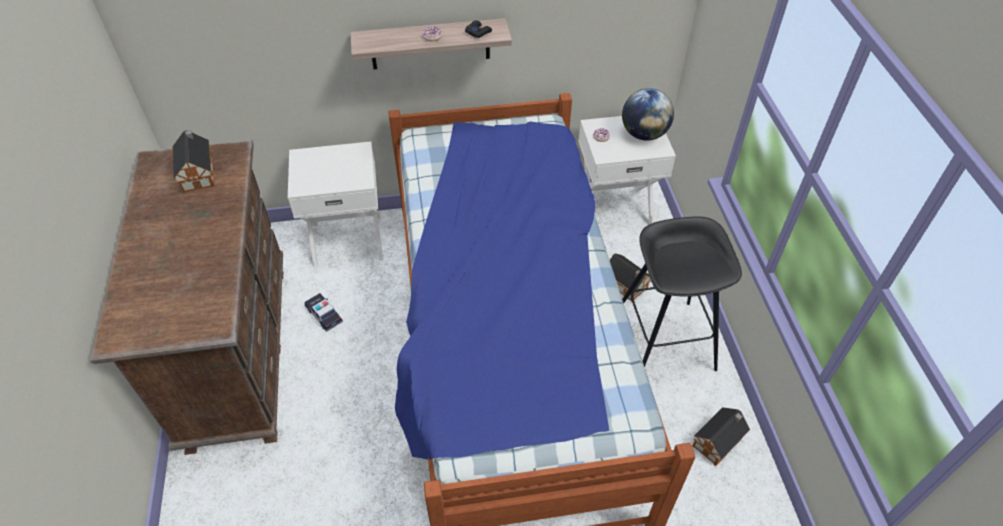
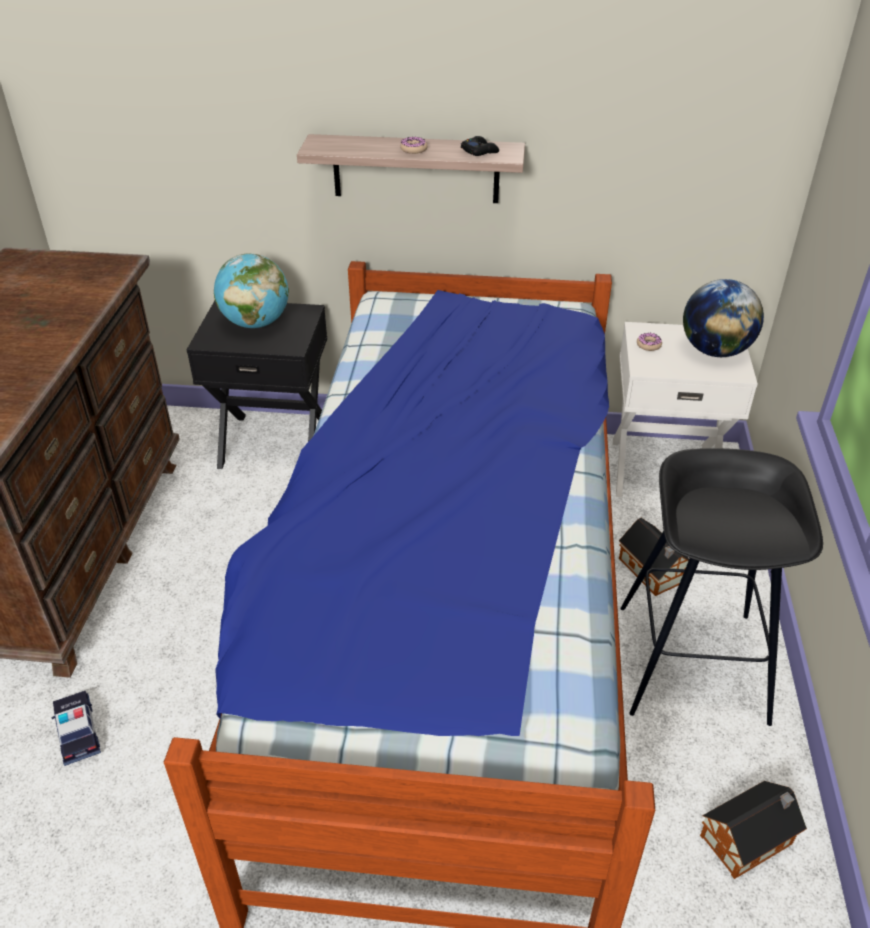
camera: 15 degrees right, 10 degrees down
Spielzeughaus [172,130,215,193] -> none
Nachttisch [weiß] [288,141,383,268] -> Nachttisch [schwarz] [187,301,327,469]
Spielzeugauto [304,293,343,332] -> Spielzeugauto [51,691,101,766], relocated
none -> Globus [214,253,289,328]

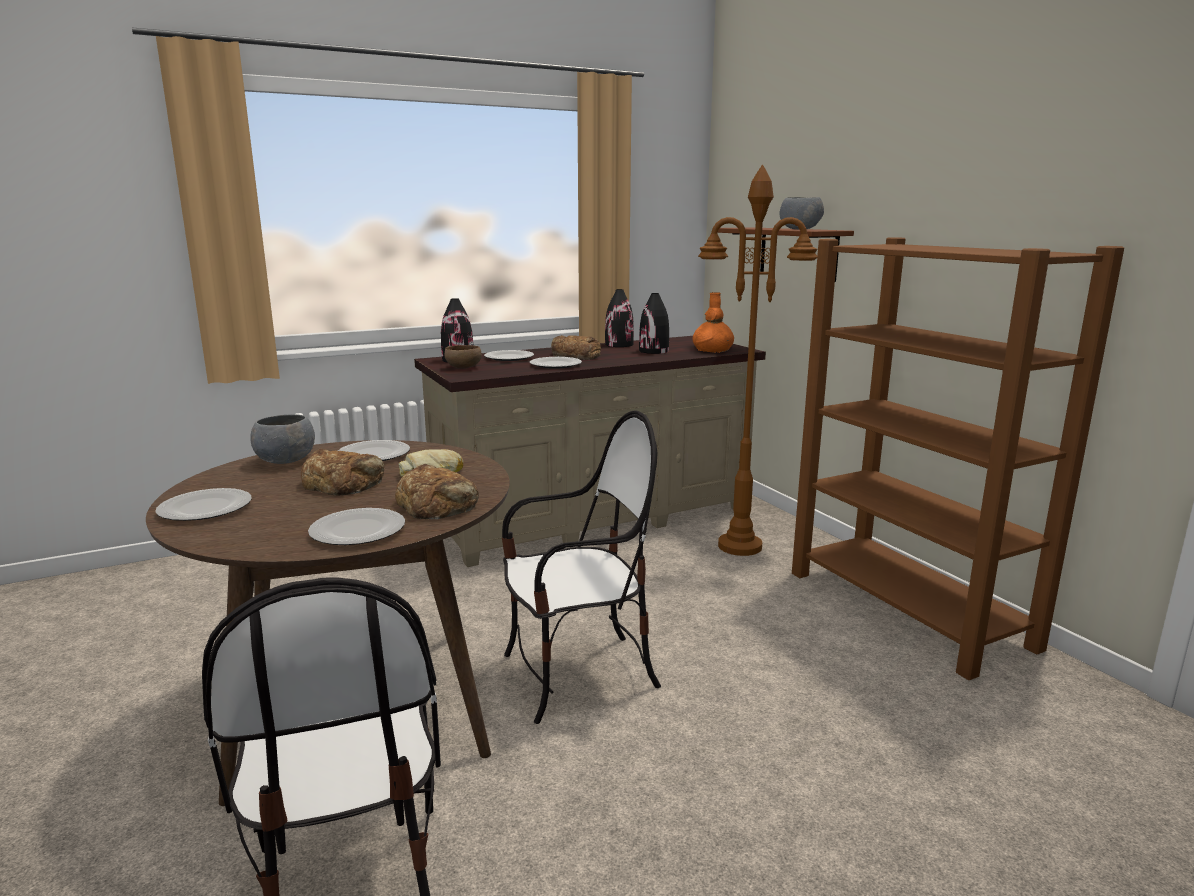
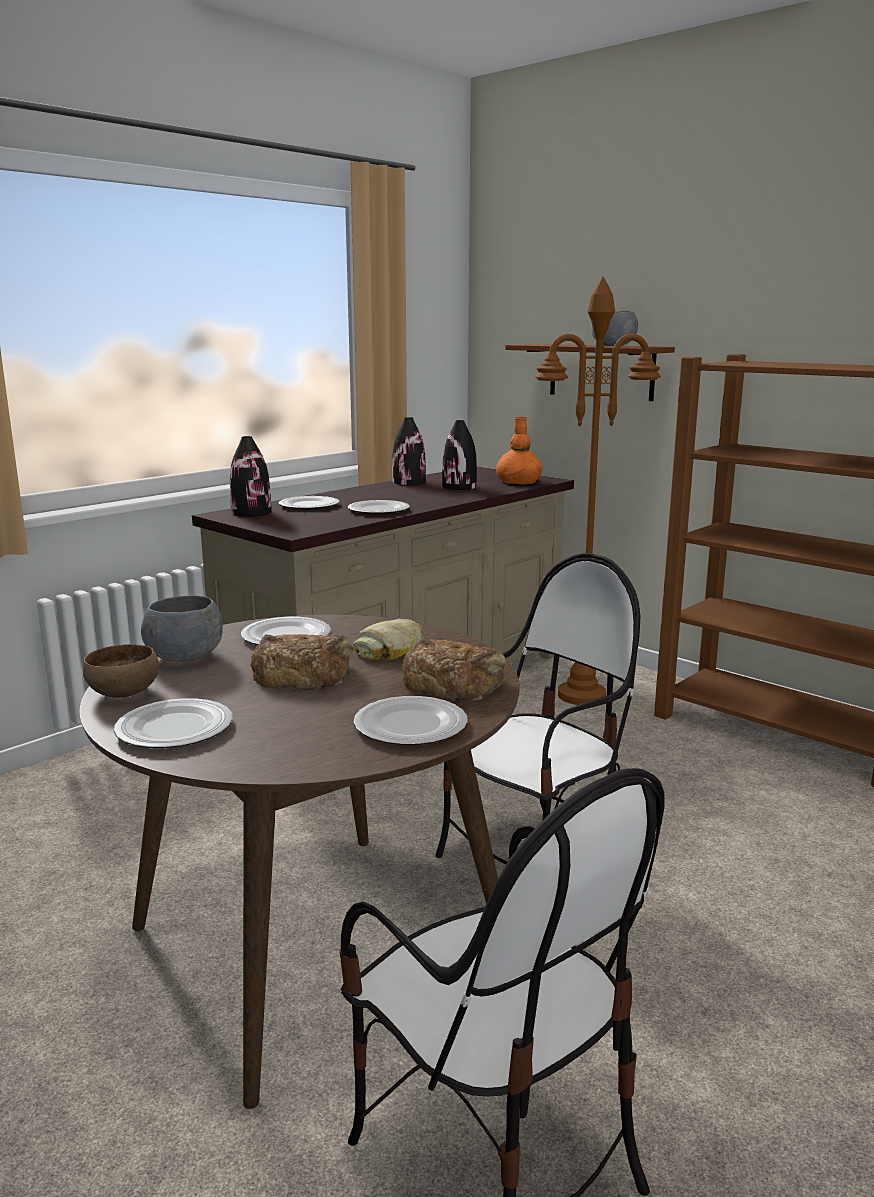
camera: 20 degrees left, 0 degrees up
Brot [551,335,601,360] -> none
Schüssel [braun] [444,345,482,369] -> Schüssel [braun] [83,644,159,698], relocated

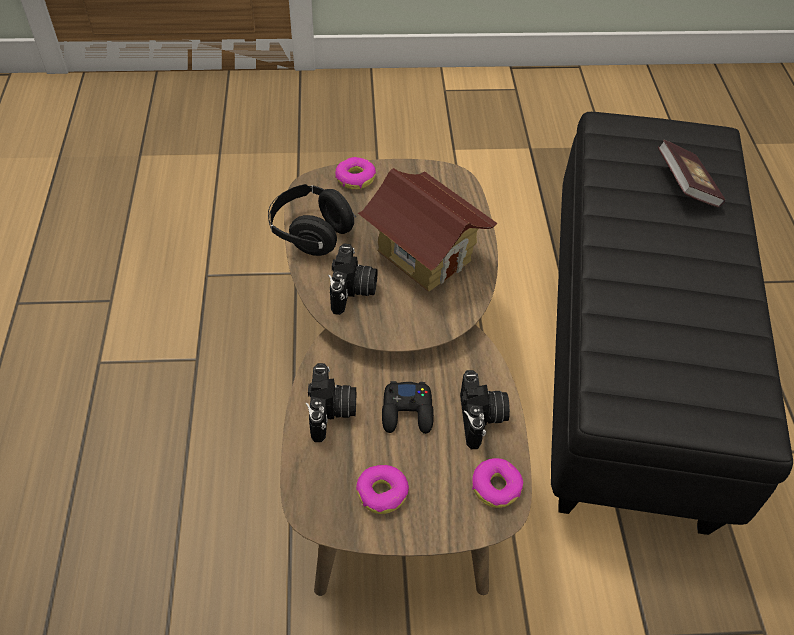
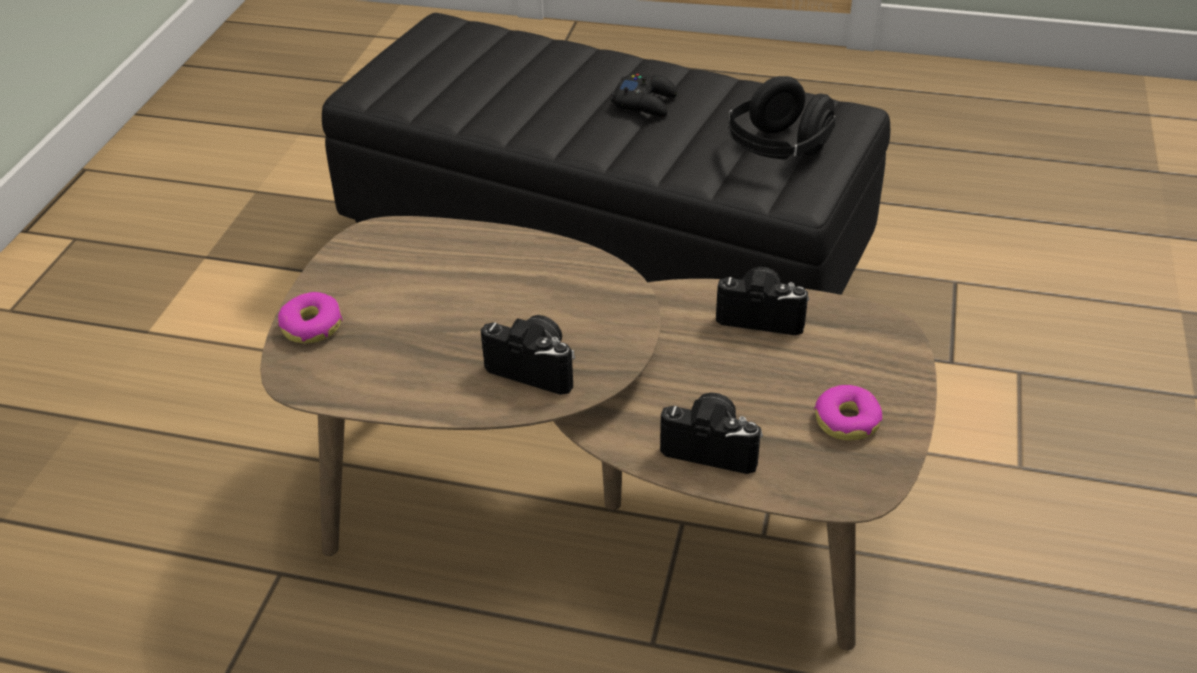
camera: 70 degrees left, 10 degrees down
Buch [658,140,725,208] -> none
Spielzeughaus [358,168,498,292] -> none
Kopfhörer [schwarz] [268,184,356,256] -> Kopfhörer [schwarz] [728,76,836,160], relocated
Gamepad [schwarz] [382,381,434,434] -> Gamepad [schwarz] [611,74,677,117], relocated
Donut [472,458,523,508] -> none

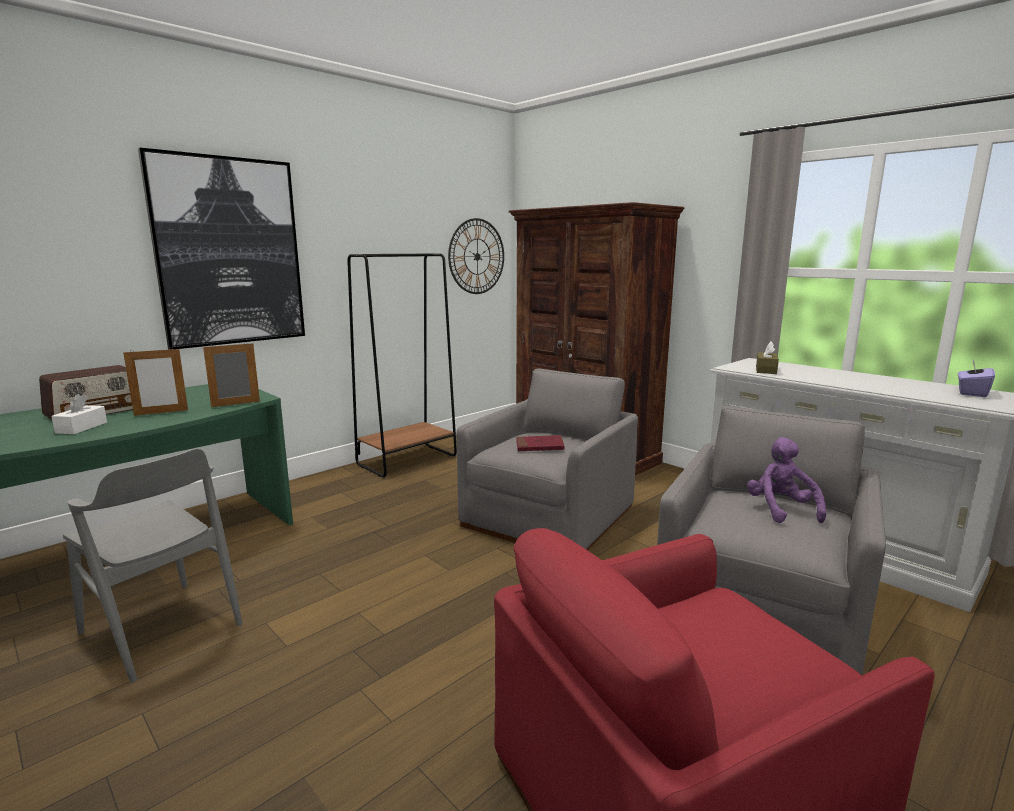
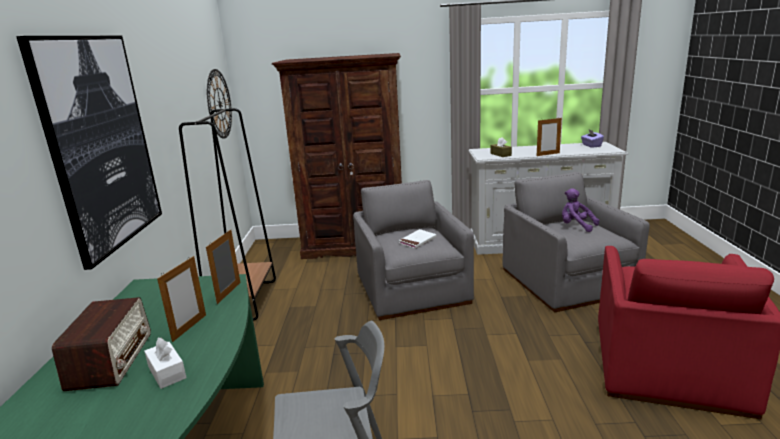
camera: 45 degrees left, 5 degrees up
Buch [rot] [516,435,564,451] -> Buch [weiß] [399,229,437,248]
none -> Bilderrahmen [537,117,562,156]

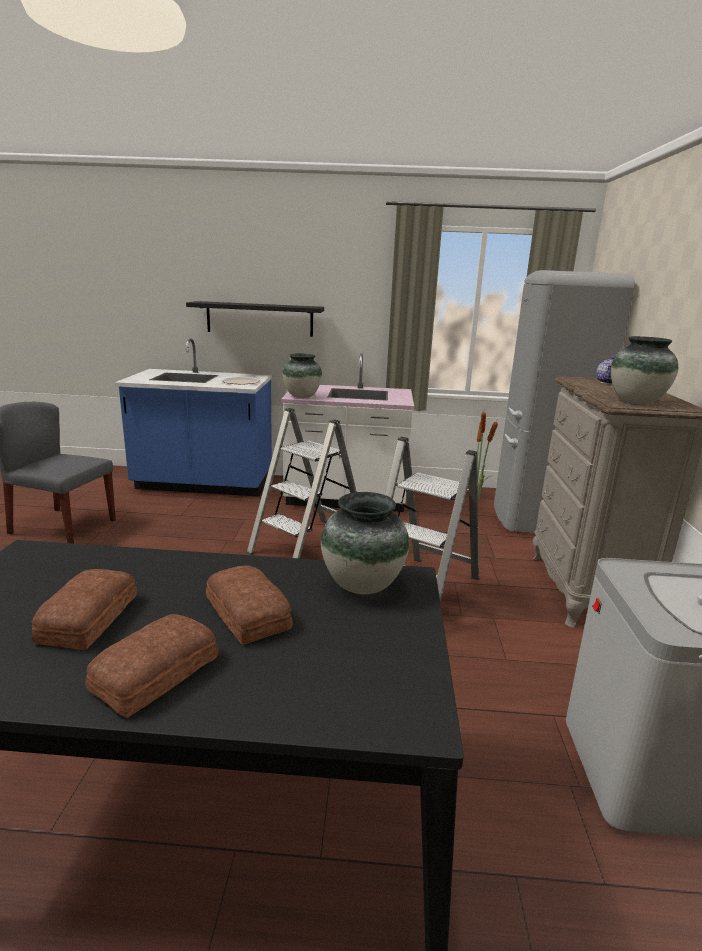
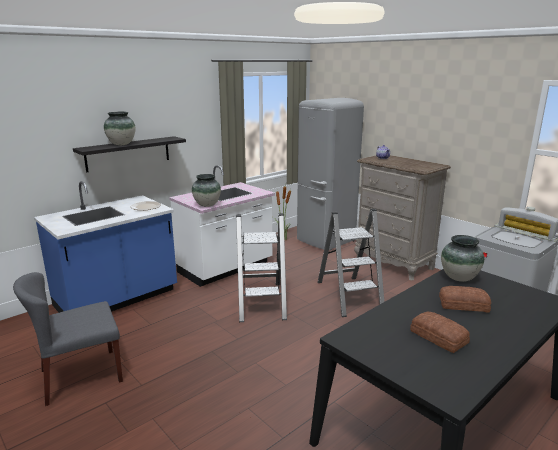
camera: 45 degrees left, 0 degrees up
Vase [611,336,678,404] -> Vase [104,112,135,145], relocated
Brot [85,614,219,718] -> none

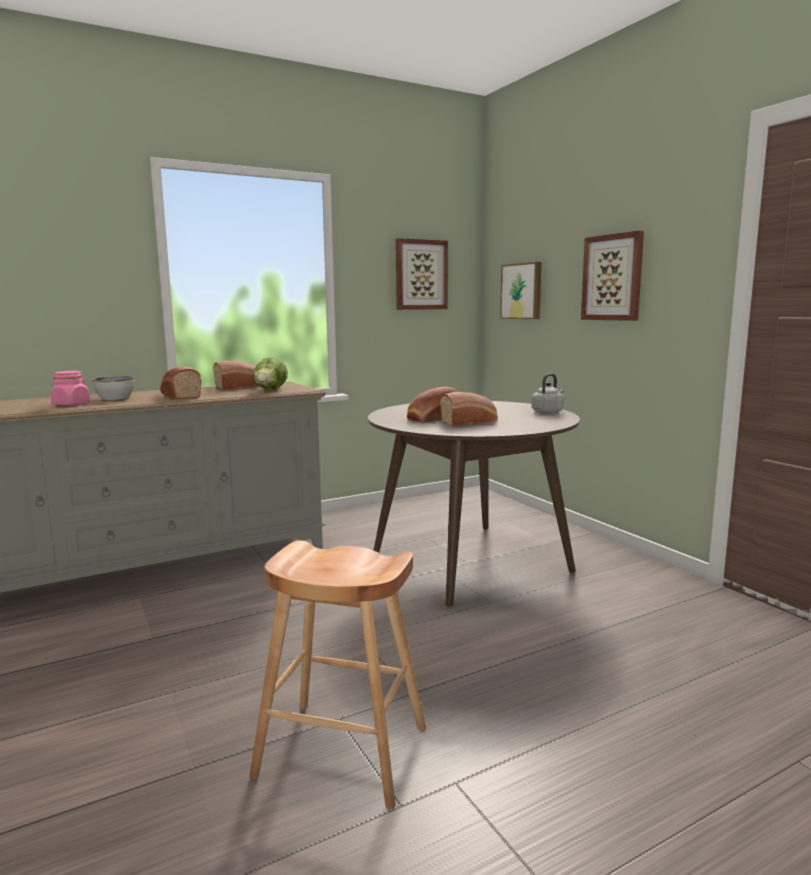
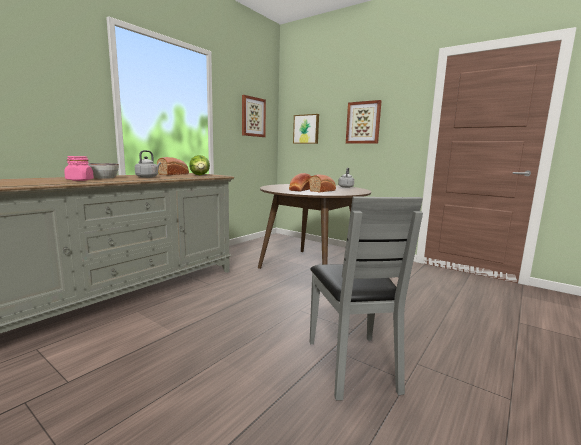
camera: 25 degrees left, 0 degrees up
Brot [160,367,201,399] -> Wasserkessel [grau] [135,150,161,178]
Hocker [braun] [249,540,426,809] -> Stuhl [grau] [310,196,423,400]

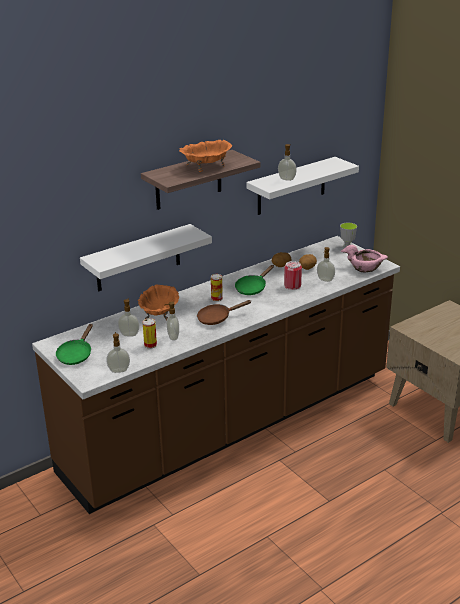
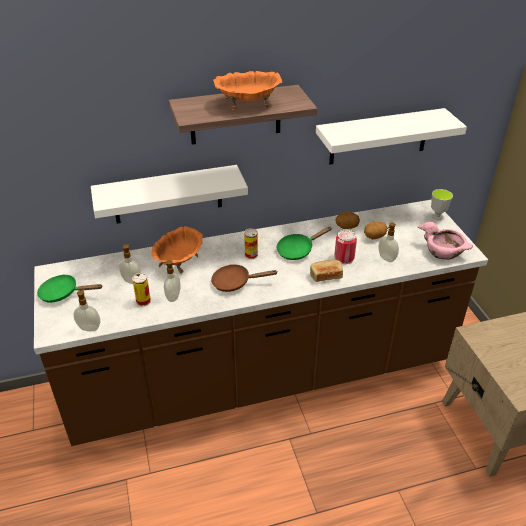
camera: 20 degrees right, 10 degrees up
Seifenspender [278,144,297,181] -> none
Pfanne [grün] [56,324,93,365] -> Pfanne [grün] [37,274,103,303], 60 degrees clockwise
none -> Brot [310,260,343,282]

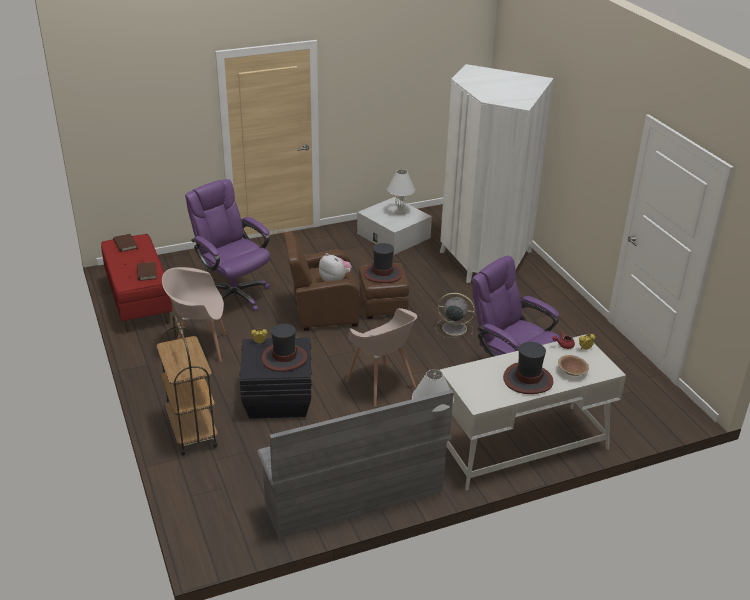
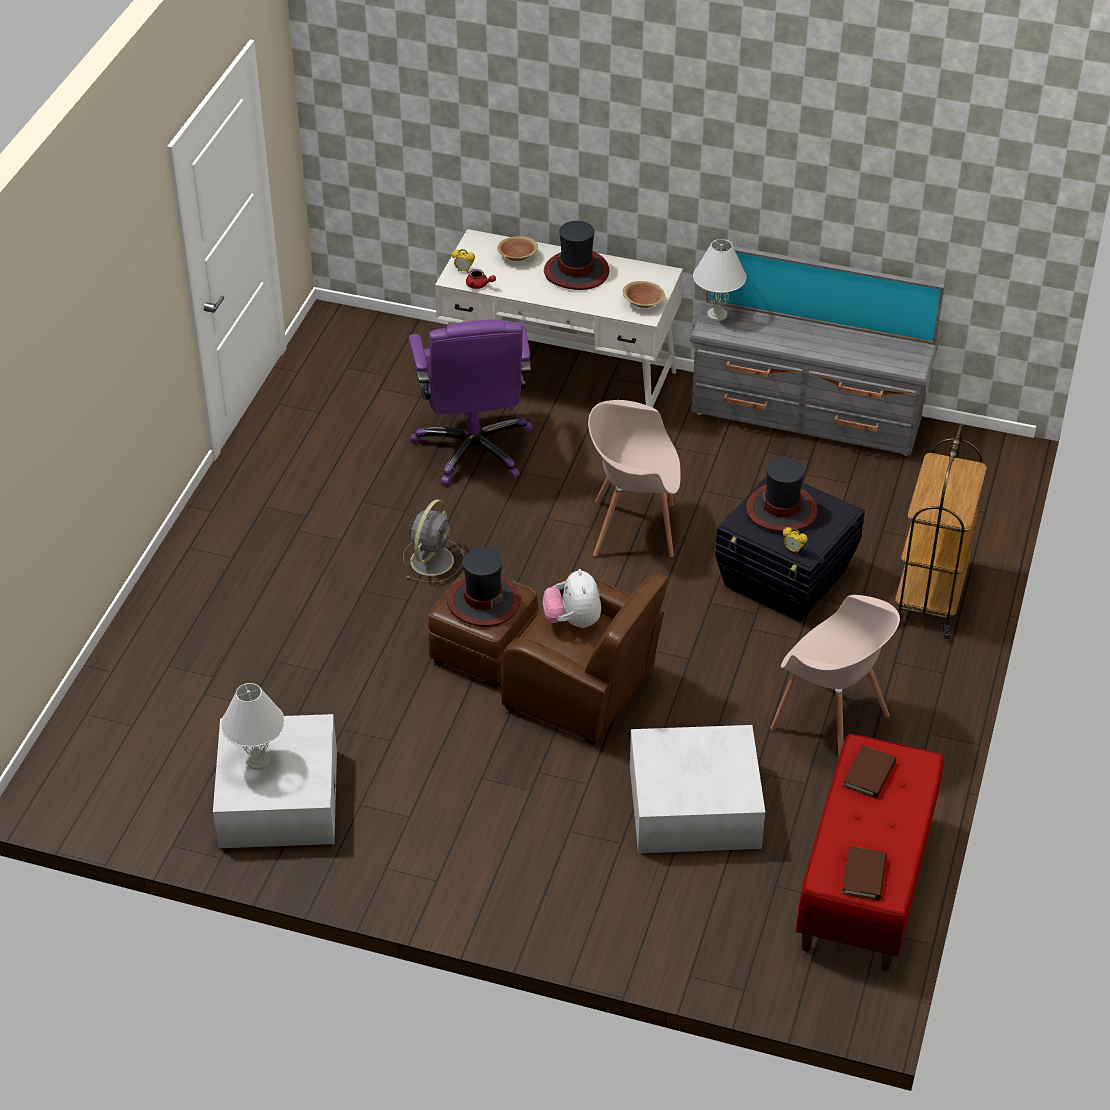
camera: 140 degrees left, 10 degrees up
Kleiderschrank [weiß] [440,64,554,283] -> none
Bürostuhl [lila] [185,179,270,311] -> Aufbewahrungsbox [weiß] [630,725,765,853]
Ventilator [grau] [436,293,475,338] -> Ventilator [grau] [403,499,464,582], 120 degrees counterclockwise
Stuhl [beige] [346,308,417,407] -> Stuhl [beige] [588,400,681,557], 90 degrees counterclockwise
none -> Schüssel [braun] [623,281,665,308]

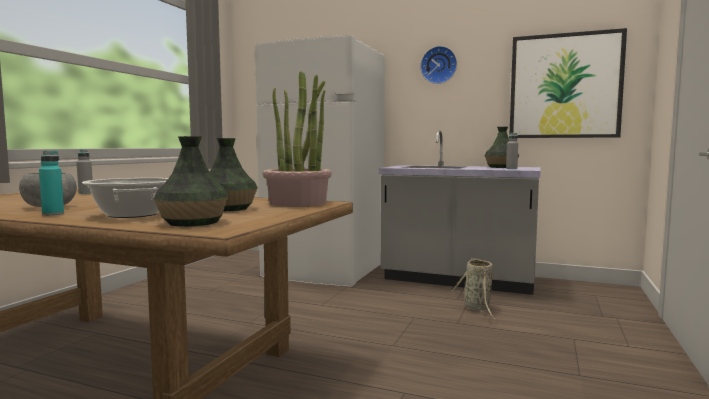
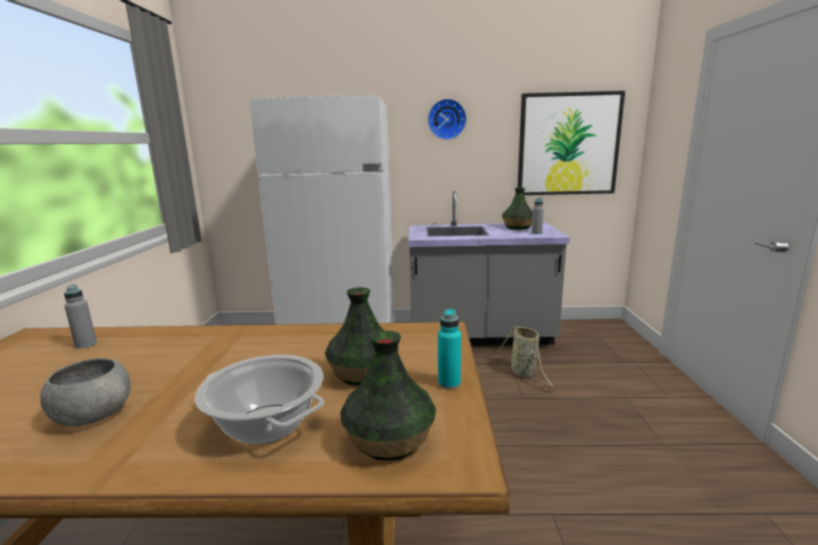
camera: 20 degrees left, 10 degrees up
Topfpflanze [263,71,332,207] -> none
Flasche [türkis] [39,151,64,215] -> Flasche [türkis] [438,309,461,389], relocated

